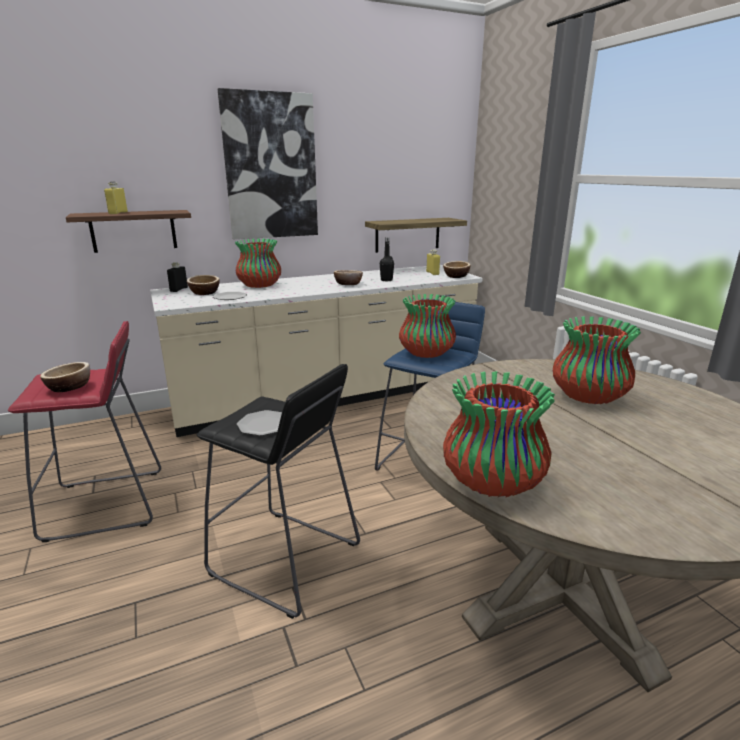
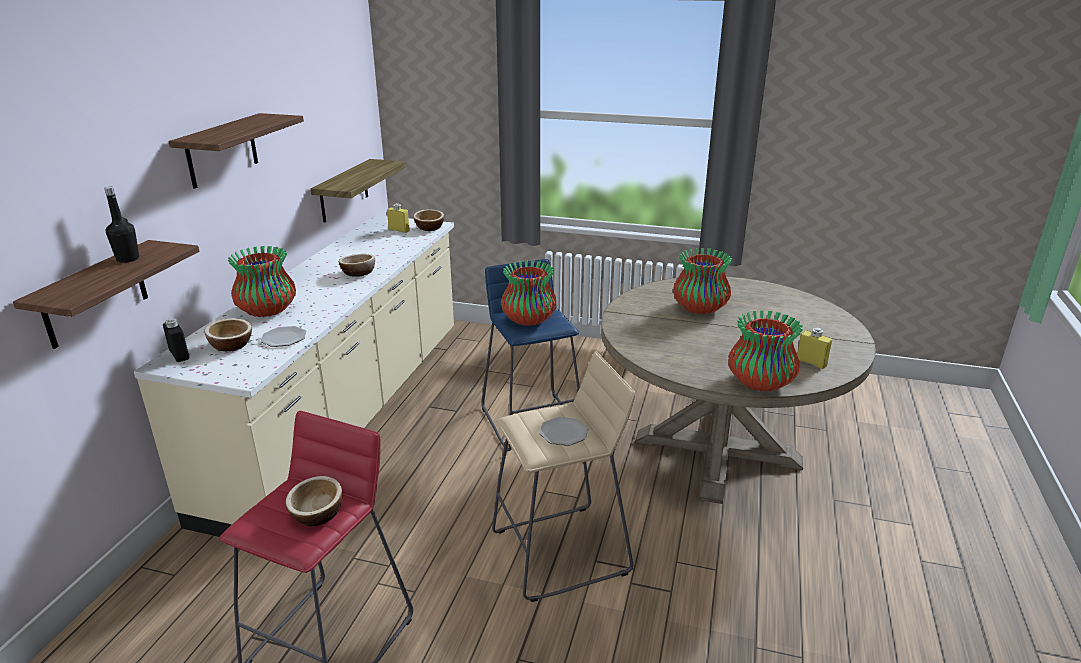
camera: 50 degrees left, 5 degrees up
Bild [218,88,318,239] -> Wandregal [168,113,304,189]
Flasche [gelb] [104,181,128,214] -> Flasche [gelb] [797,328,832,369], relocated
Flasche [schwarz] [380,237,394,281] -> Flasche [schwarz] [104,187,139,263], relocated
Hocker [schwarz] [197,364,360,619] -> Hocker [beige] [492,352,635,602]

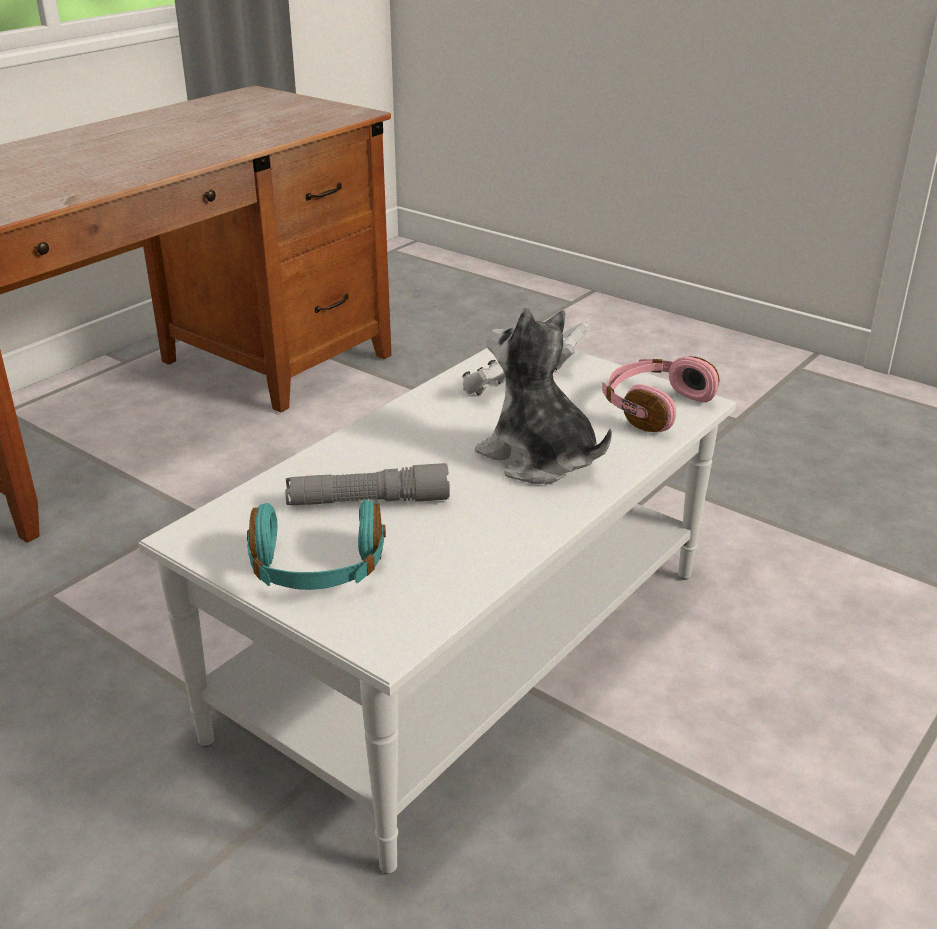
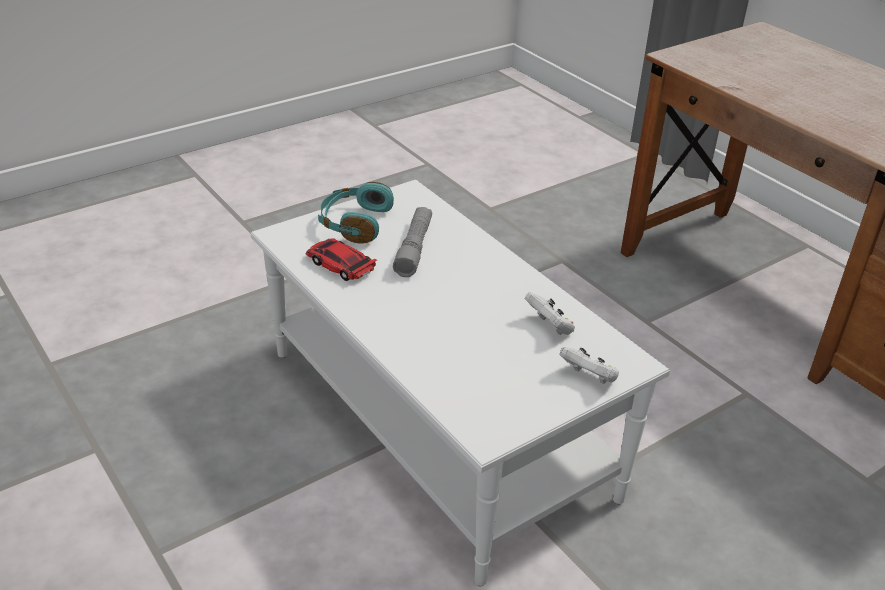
camera: 105 degrees right, 5 degrees up
Plüschtier [475,308,612,484] -> none
Kopfhörer [rosa] [602,356,719,432] -> none
none -> Spielzeugauto [306,238,377,281]

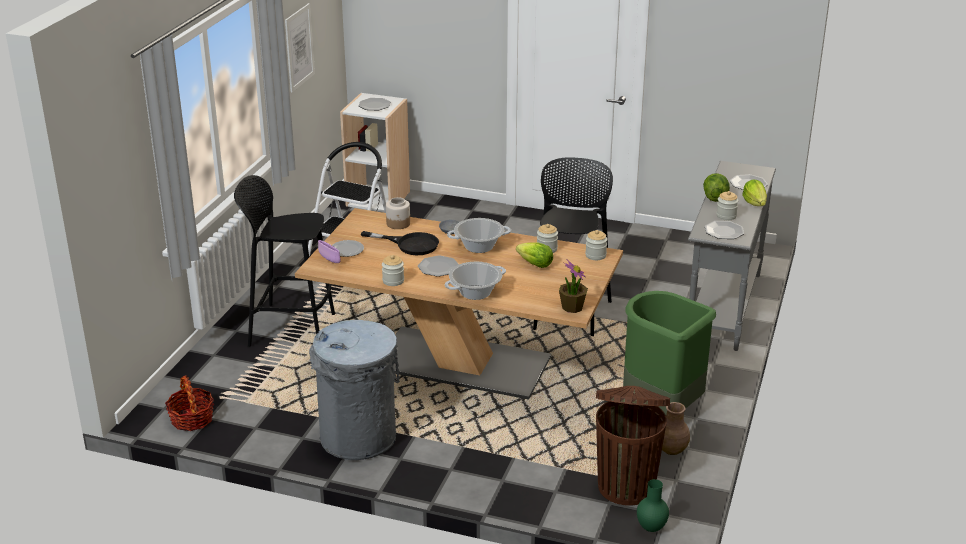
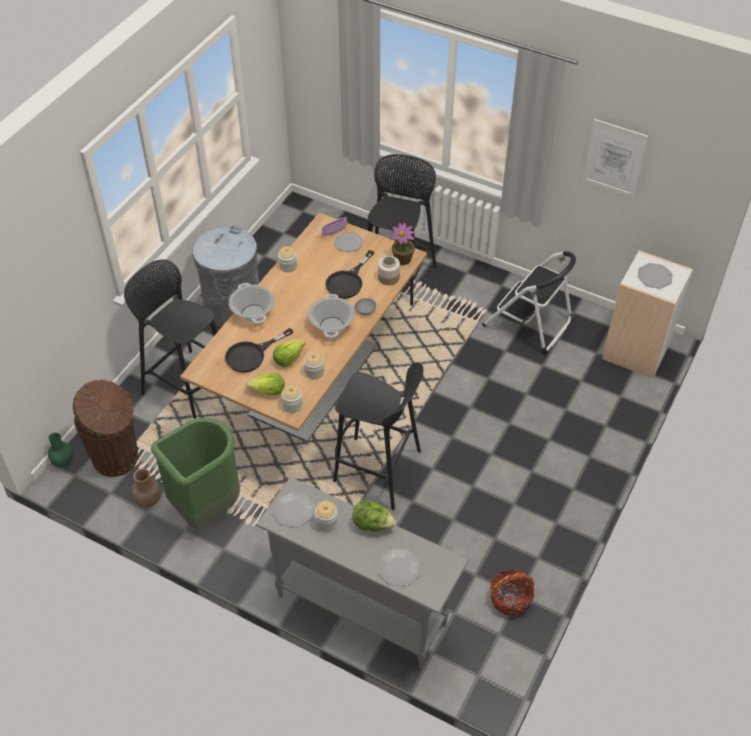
camera: 100 degrees right, 20 degrees up
Salatkopf [742,180,767,206] -> Salatkopf [246,373,284,395], relocated
Teller [418,255,459,277] -> none
Topfpflanze [559,259,588,313] -> Topfpflanze [391,223,415,265], relocated
Korb [165,375,214,431] -> Korb [490,569,535,616], relocated
none -> Hocker [schwarz] [124,259,217,419]
none -> Pfanne [schwarz] [225,328,294,373]

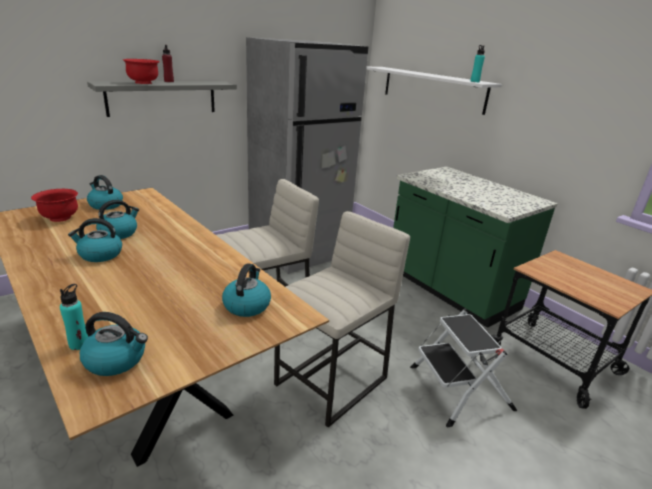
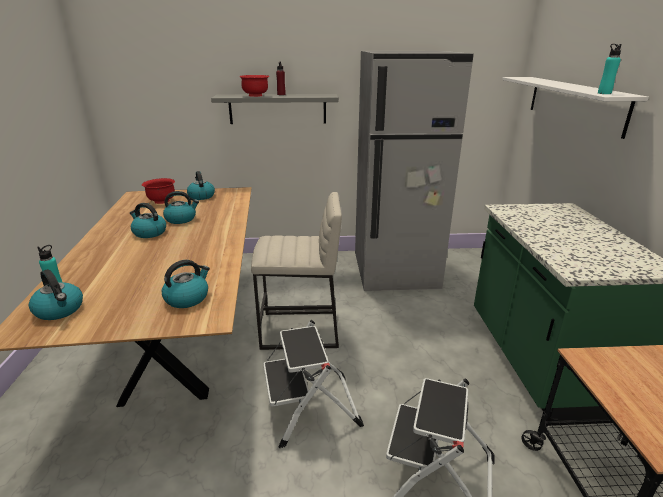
camera: 35 degrees right, 0 degrees up
Hocker [beige] [274,211,410,428] -> Trittleiter [264,320,364,448]

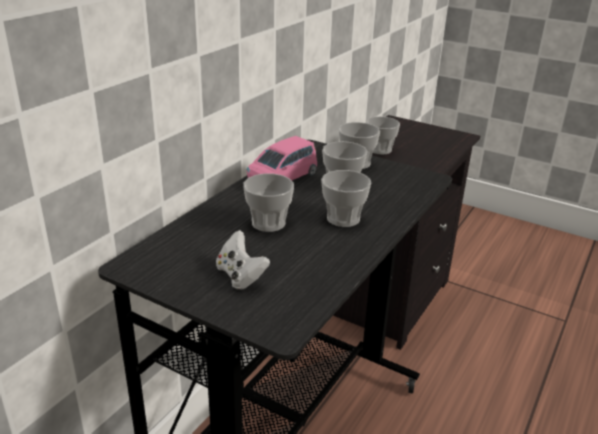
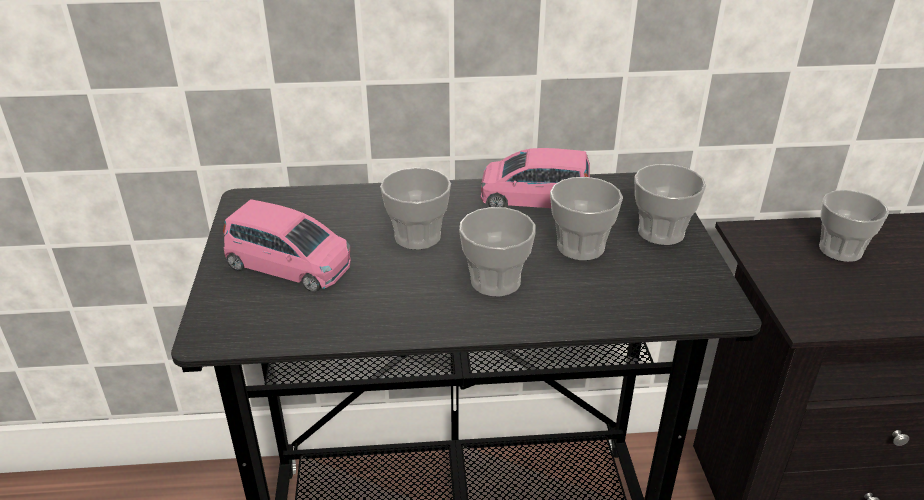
camera: 55 degrees right, 5 degrees up
Gamepad [weiß] [216,230,270,290] -> Spielzeugauto [rosa] [223,199,351,292]

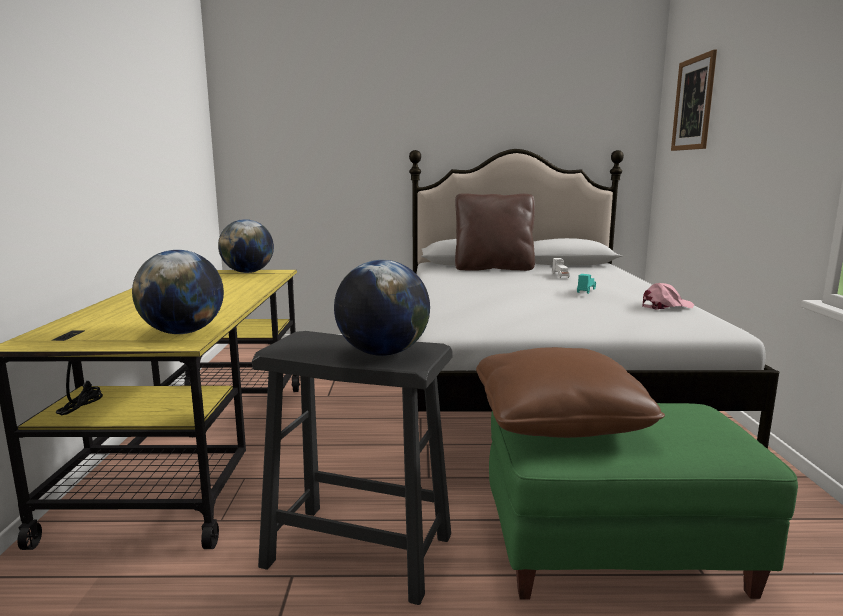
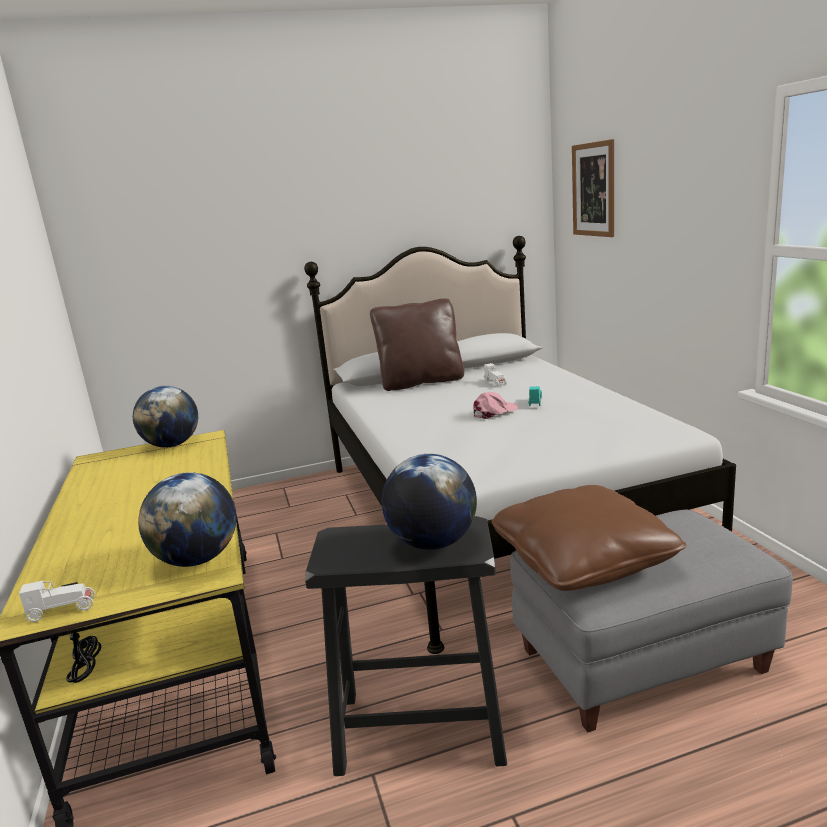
camera: 15 degrees left, 5 degrees up
Kappe [rosa] [642,283,694,310] -> Kappe [rosa] [473,392,518,419], relocated
Polsterhocker [grün] [489,403,798,600] -> Polsterhocker [grau] [510,510,793,732]
none -> Spielzeugauto [weiß] [19,580,95,622]

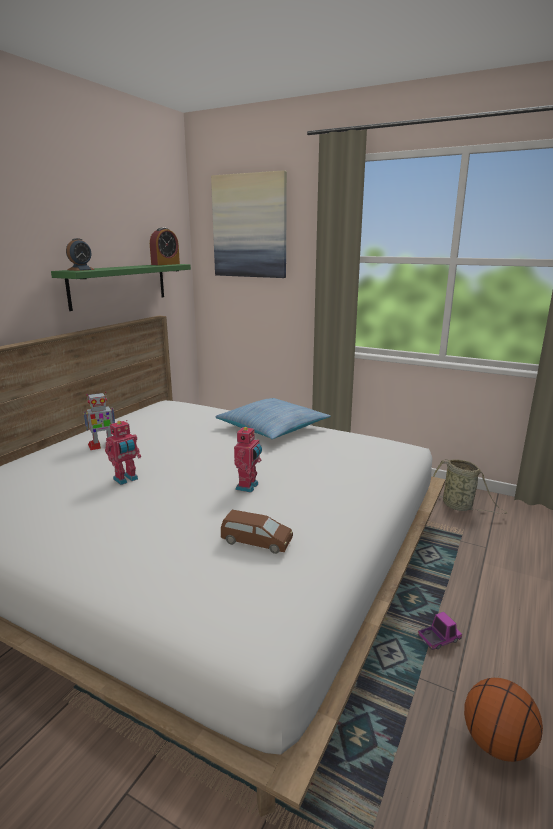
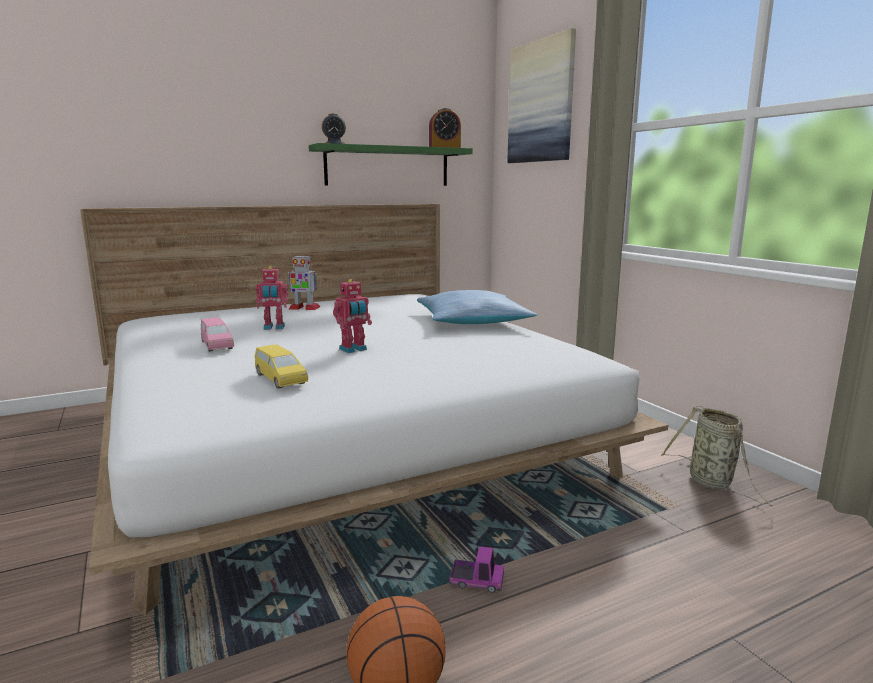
camera: 35 degrees right, 5 degrees down
Spielzeugauto [braun] [221,510,293,554] -> Spielzeugauto [gelb] [255,344,308,389]
none -> Spielzeugauto [rosa] [201,317,234,352]

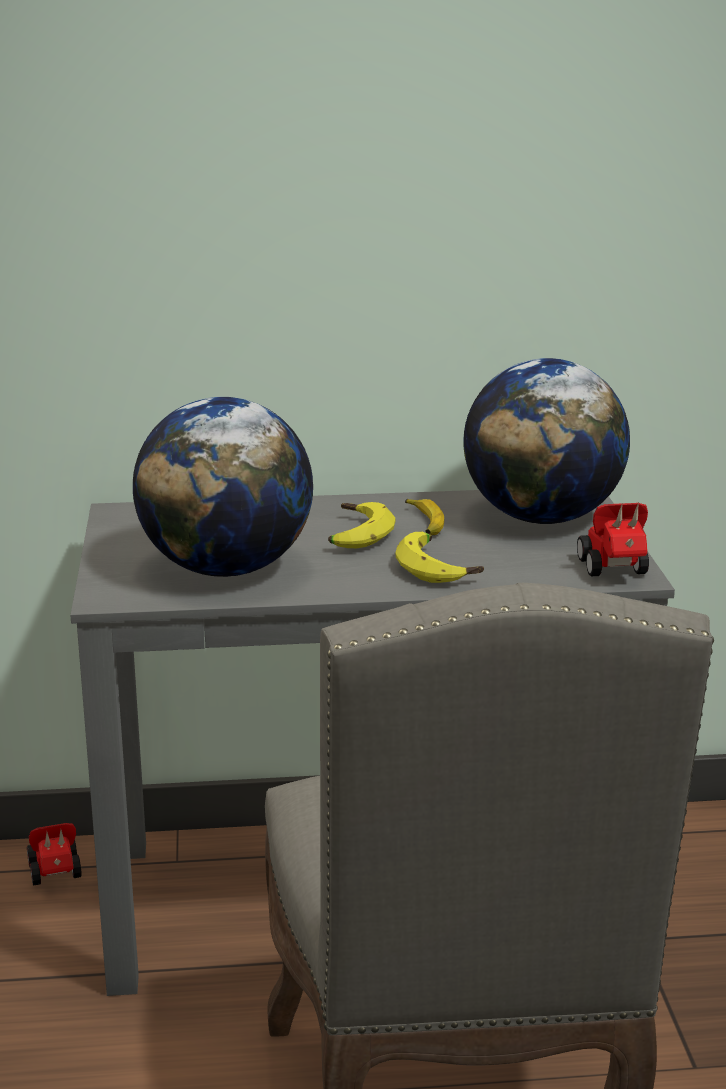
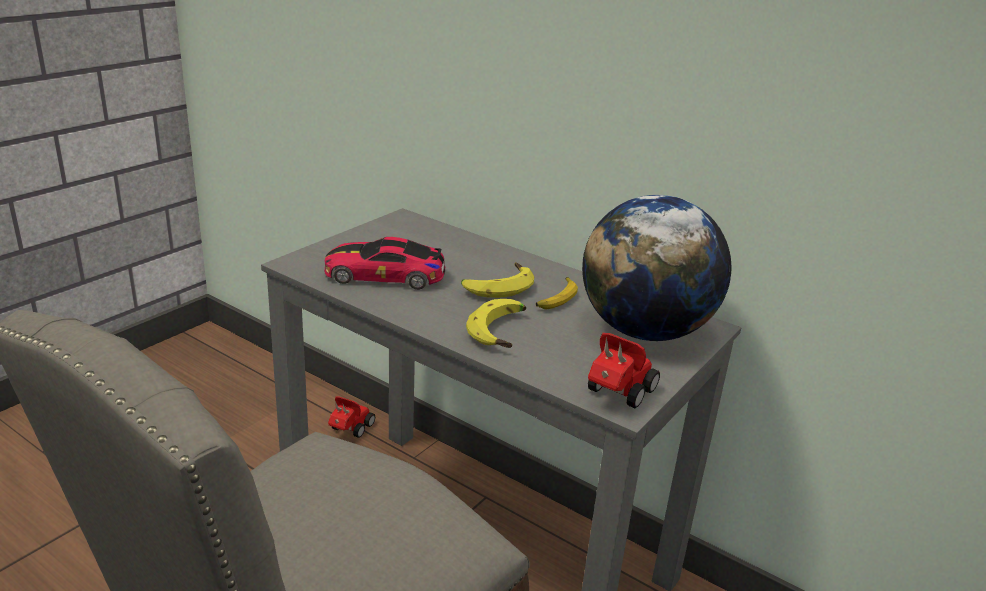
camera: 40 degrees right, 5 degrees up
Globus [133,397,313,577] -> Spielzeugauto [324,237,445,290]

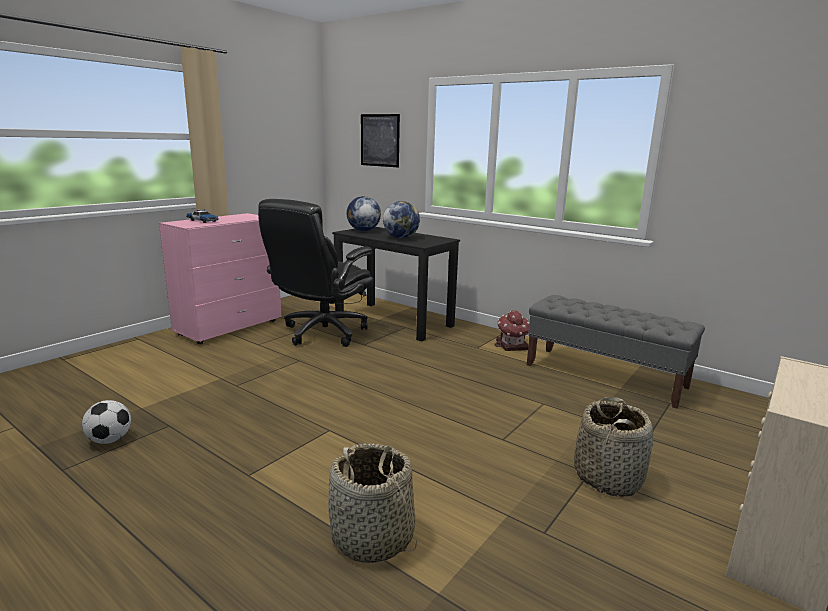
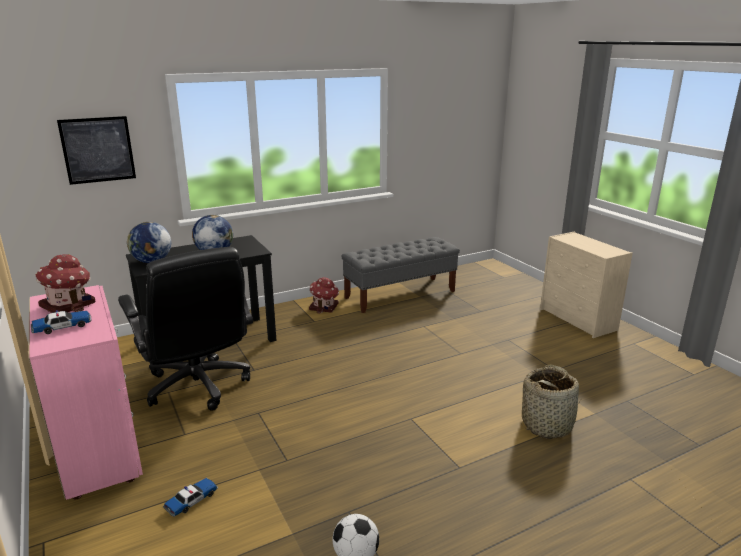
camera: 65 degrees left, 5 degrees up
Korb [574,397,653,497] -> none
none -> Spielzeughaus [35,254,95,313]
none -> Spielzeugauto [163,478,218,517]

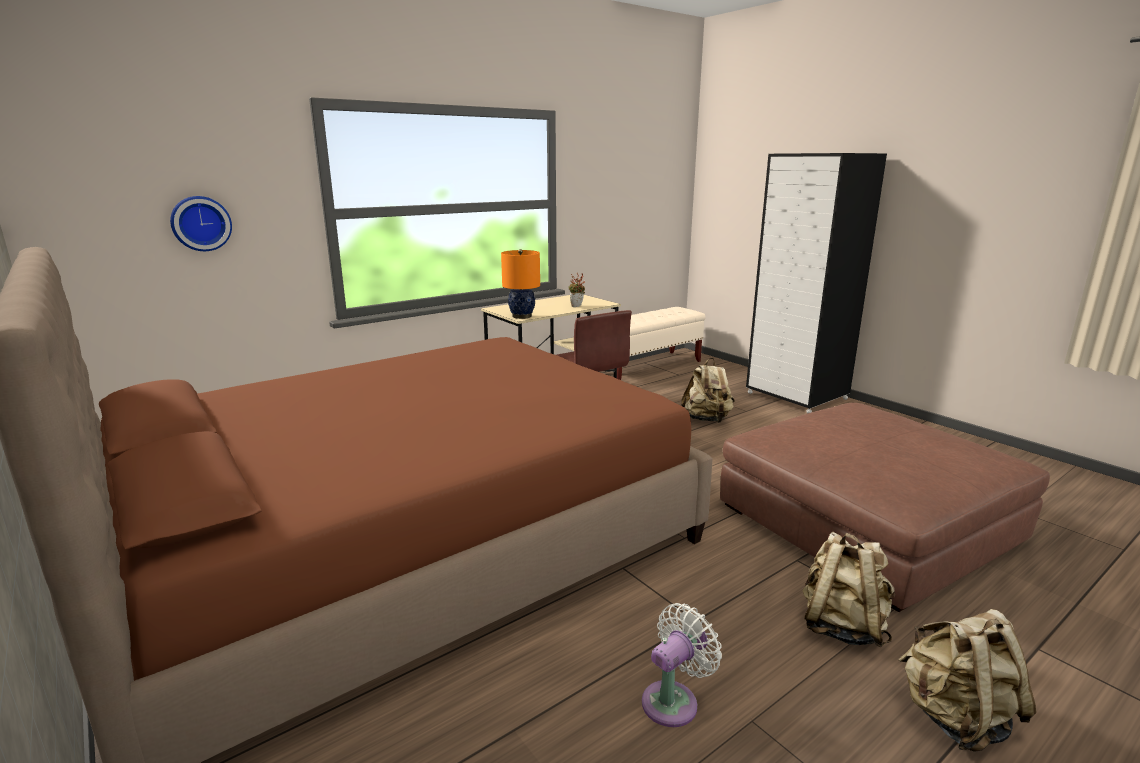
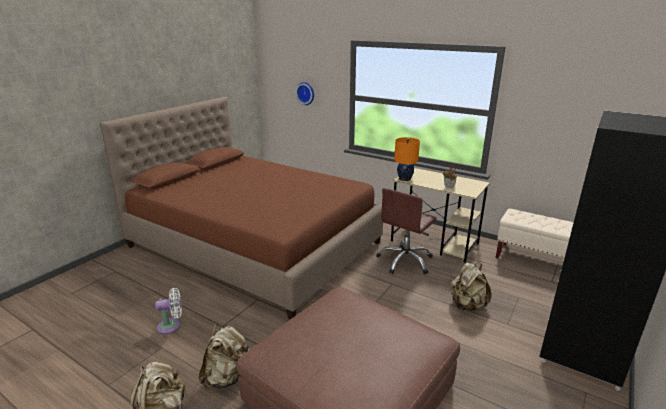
camera: 70 degrees right, 5 degrees up
Ventilator [weiß] [642,603,722,727] -> Ventilator [weiß] [155,288,182,334], 45 degrees counterclockwise

